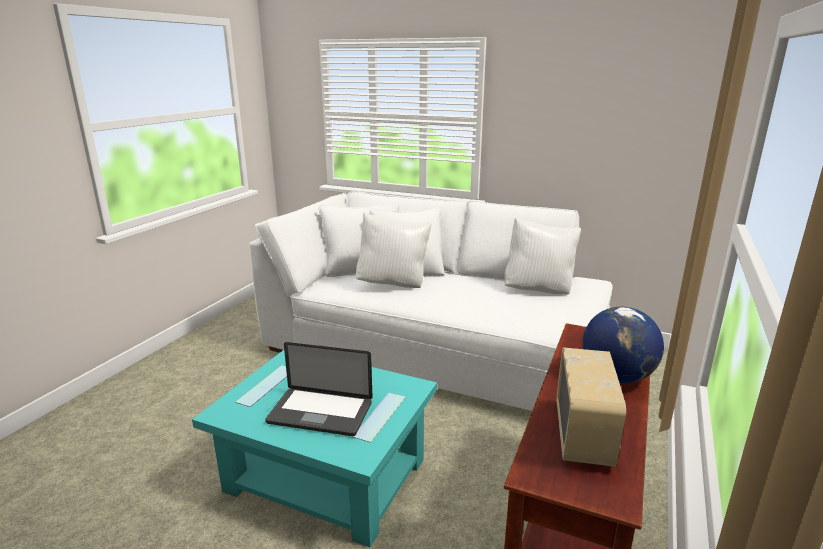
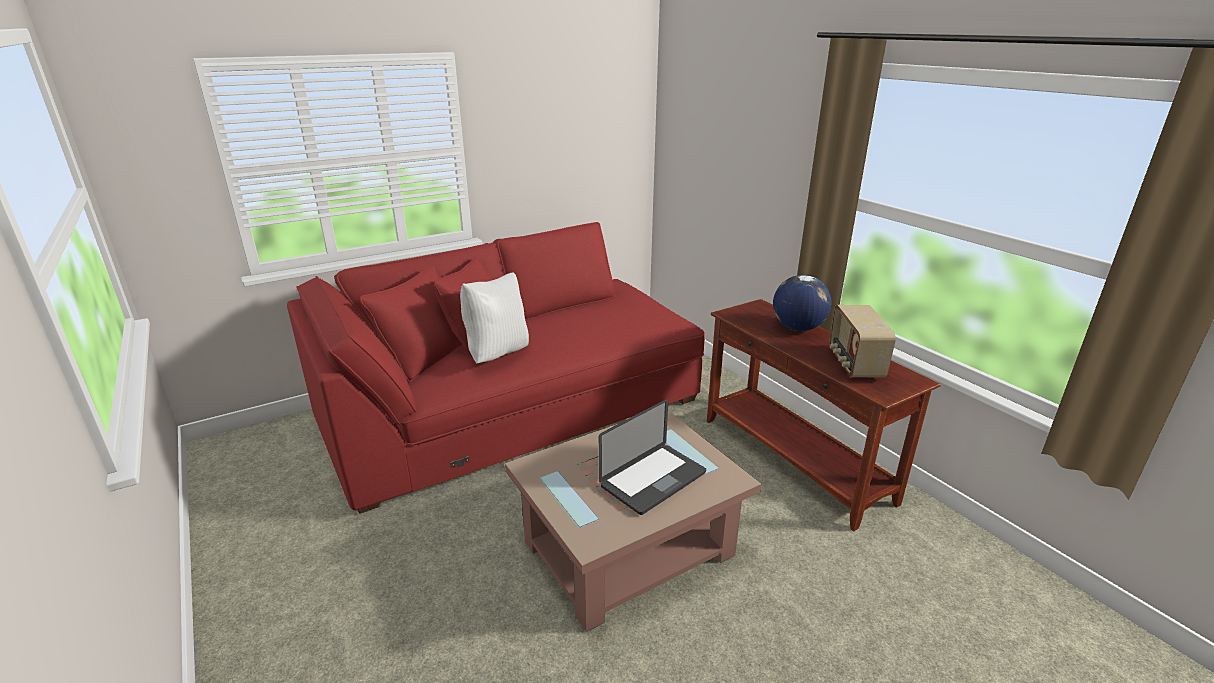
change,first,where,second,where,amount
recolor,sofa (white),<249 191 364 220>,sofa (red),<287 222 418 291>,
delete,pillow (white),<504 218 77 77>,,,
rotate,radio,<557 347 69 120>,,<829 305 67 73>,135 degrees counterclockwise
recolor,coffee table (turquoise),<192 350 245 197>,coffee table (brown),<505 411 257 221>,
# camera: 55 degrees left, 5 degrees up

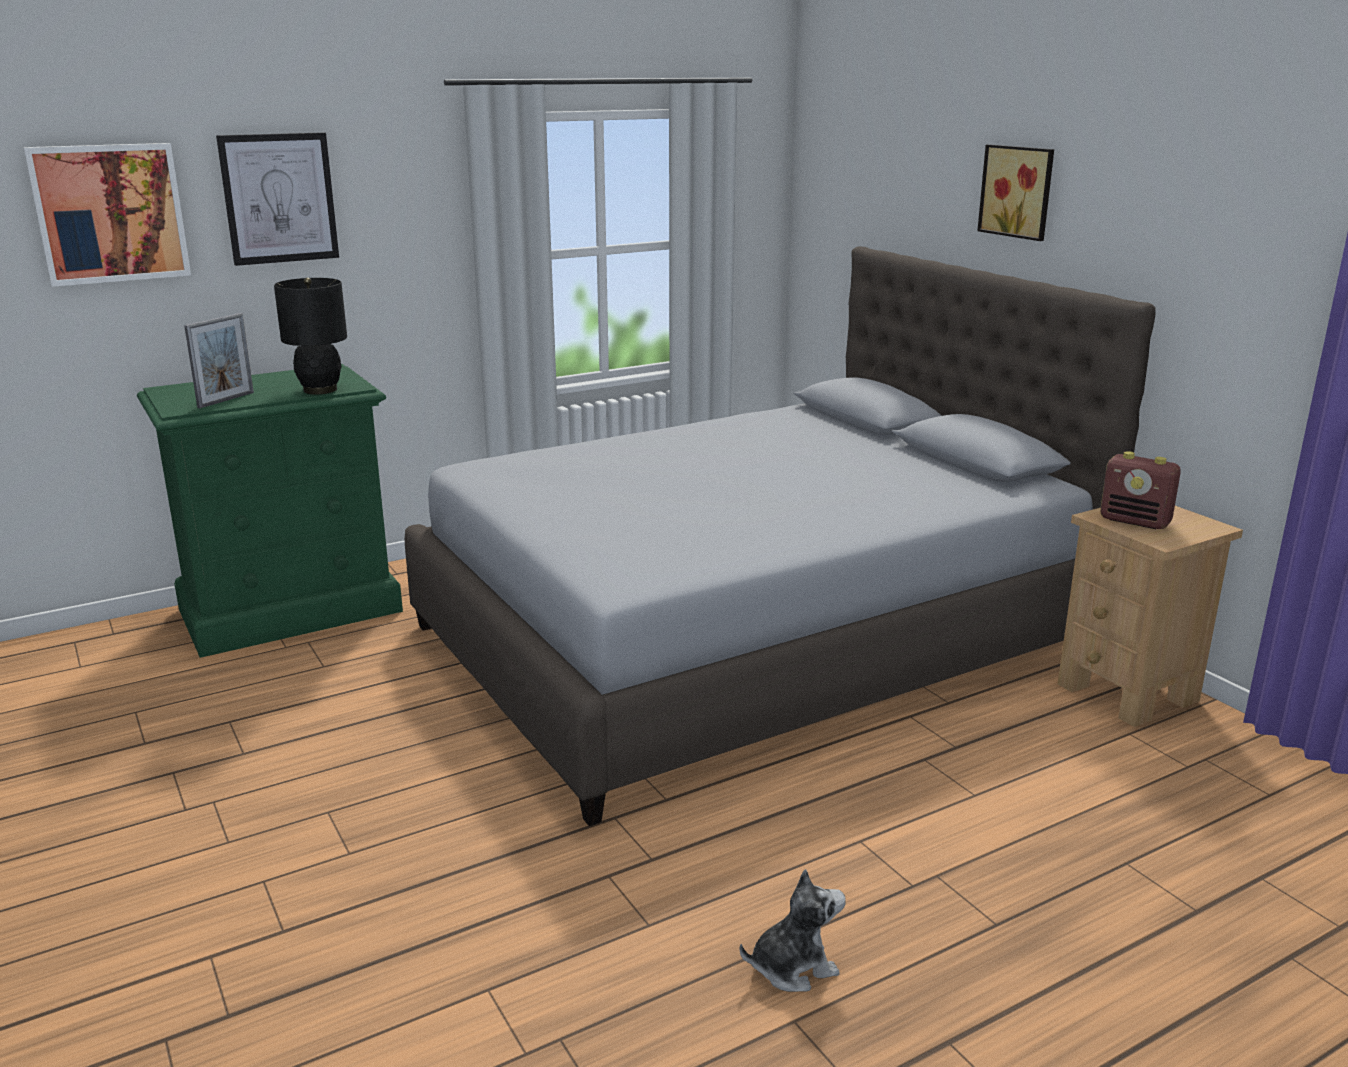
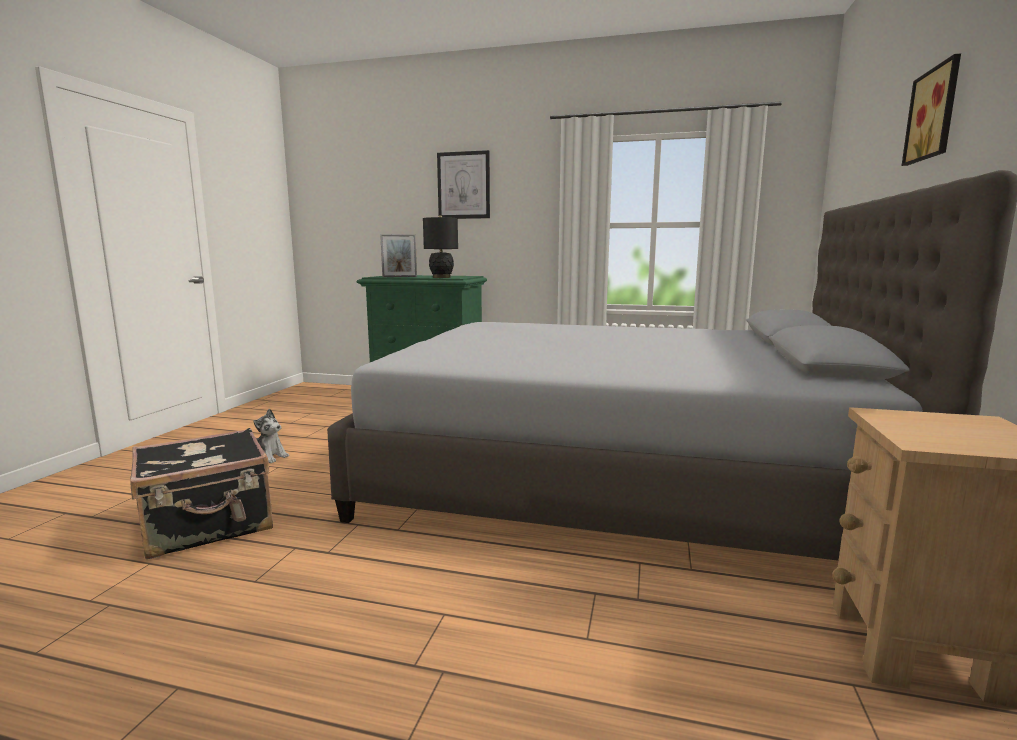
change,first,where,second,where,amount
delete,picture,<24 143 167 144>,,,
delete,radio,<1100 451 81 78>,,,
move,plush toy,<740 869 106 123>,,<254 409 35 54>,
insert,,,suitcase (black),<130 428 143 131>,
# camera: 45 degrees right, 10 degrees down

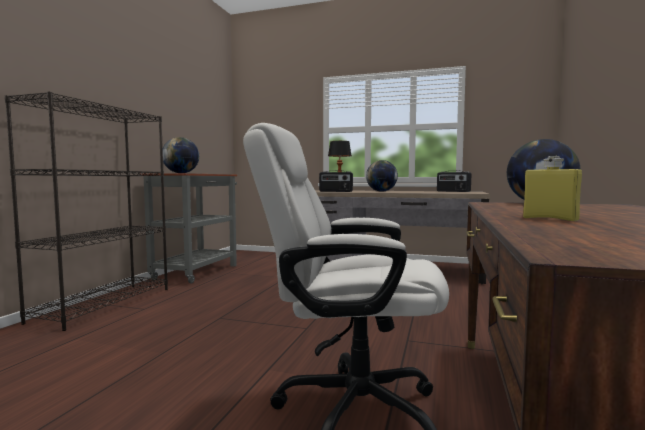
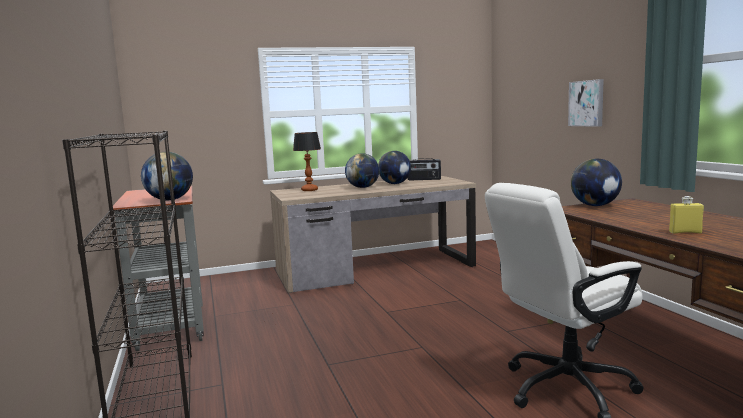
change,first,where,second,where,amount
delete,radio,<319 171 34 21>,,,
insert,,,picture,<568 79 36 48>,
insert,,,globe,<378 151 33 33>,
# camera: 35 degrees left, 5 degrees up

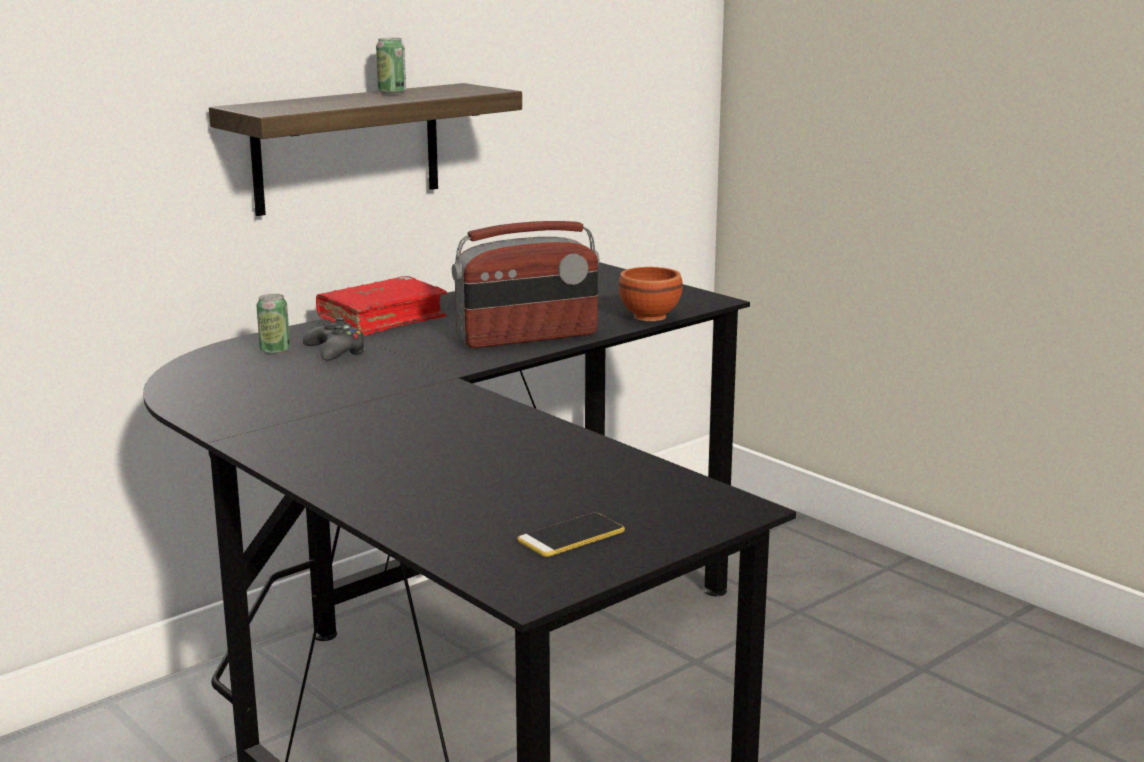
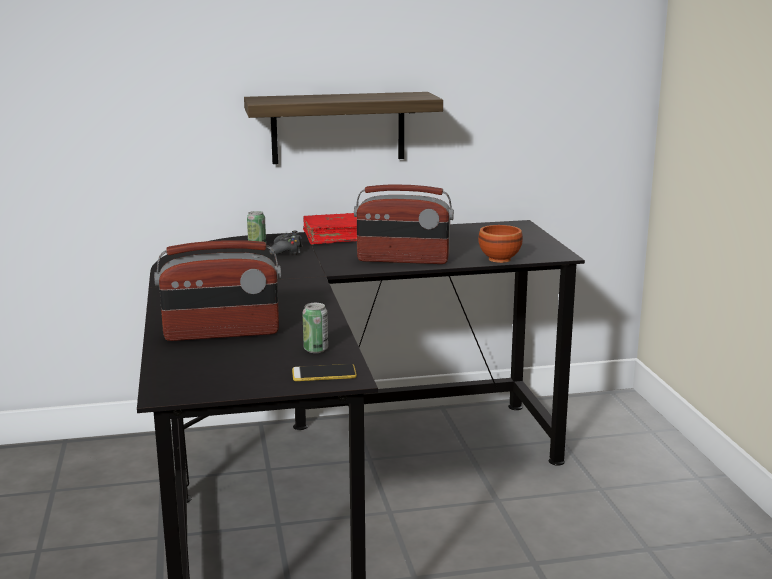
change,first,where,second,where,amount
move,can,<376 38 30 56>,,<303 303 25 50>,
move,phone,<517 512 108 45>,,<292 364 65 17>,
insert,,,radio,<154 240 127 101>,
# camera: 30 degrees right, 0 degrees up

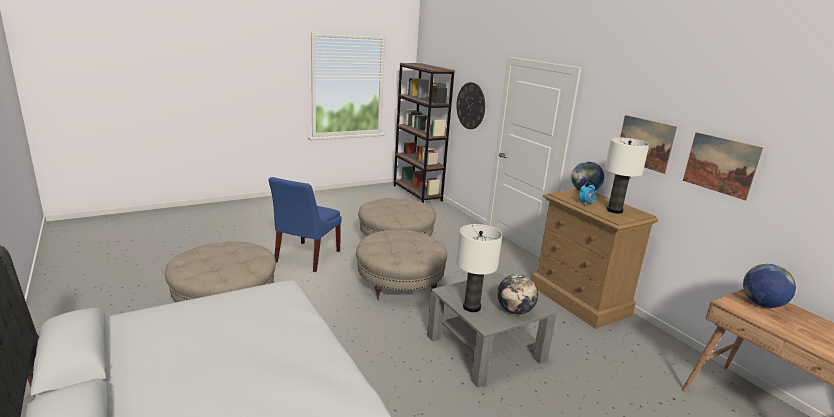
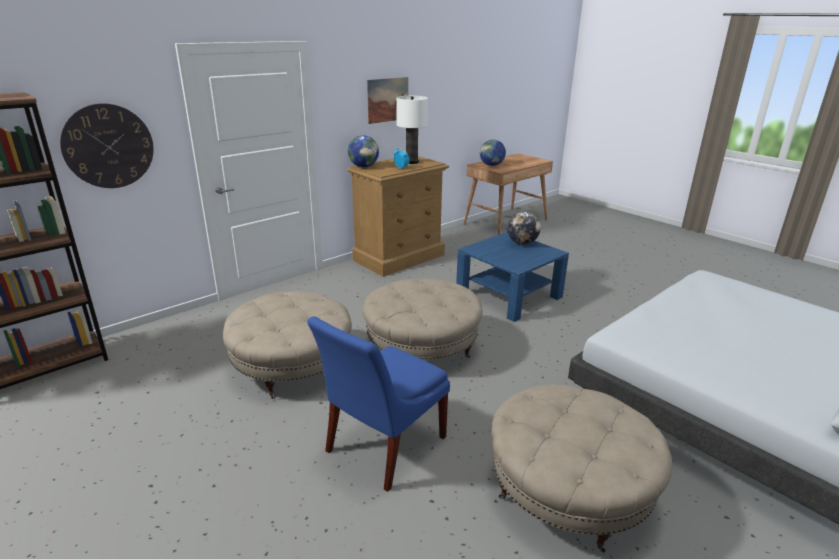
change,first,where,second,where,amount
delete,picture,<683 132 80 69>,,,
rotate,chair (blue),<268 177 74 95>,,<307 316 143 176>,120 degrees clockwise
delete,table lamp (white),<456 224 46 88>,,,
recolor,coffee table (grey),<427 273 130 115>,coffee table (blue),<456 232 113 90>,
# camera: 100 degrees left, 5 degrees up

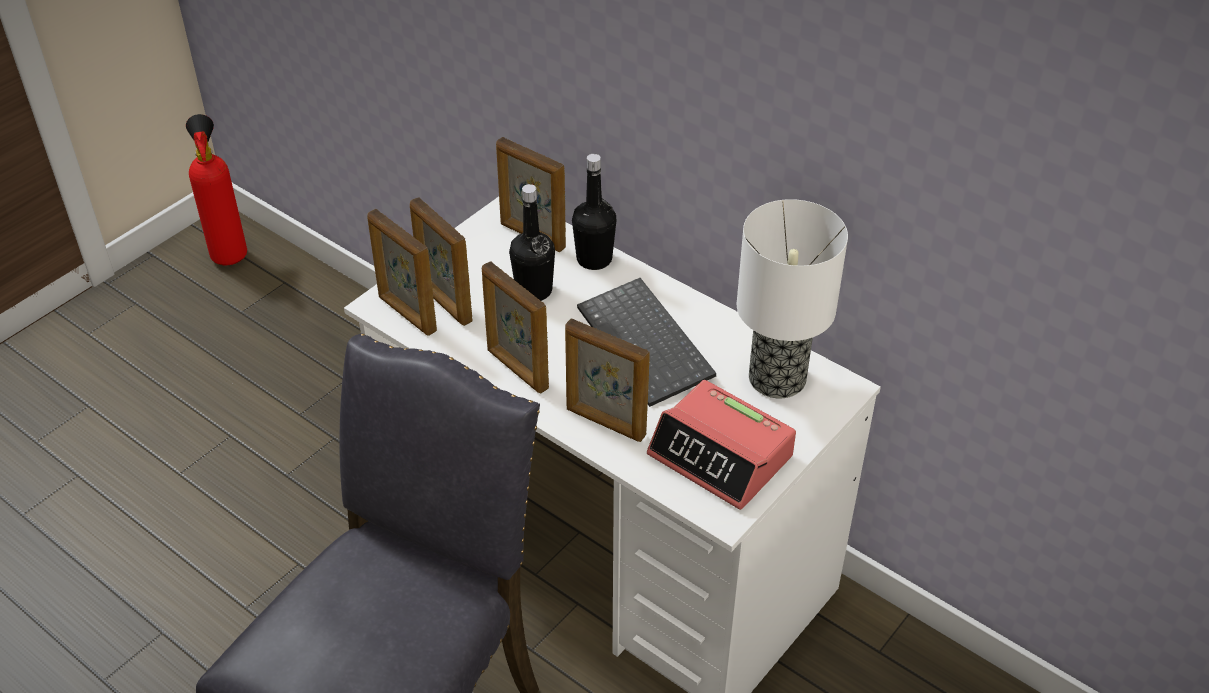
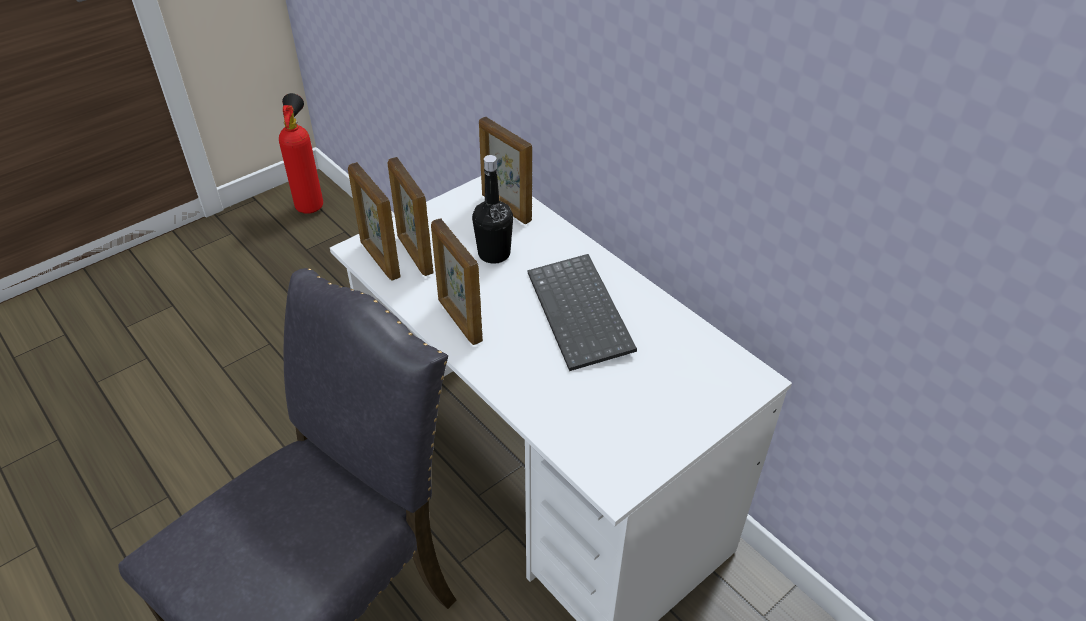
change,first,where,second,where,amount
delete,bottle (black),<572 154 44 116>,,,
delete,table lamp,<737 199 111 199>,,,
delete,picture frame,<565 318 85 124>,,,
delete,alarm clock,<647 380 149 130>,,,
# camera: 10 degrees right, 0 degrees up

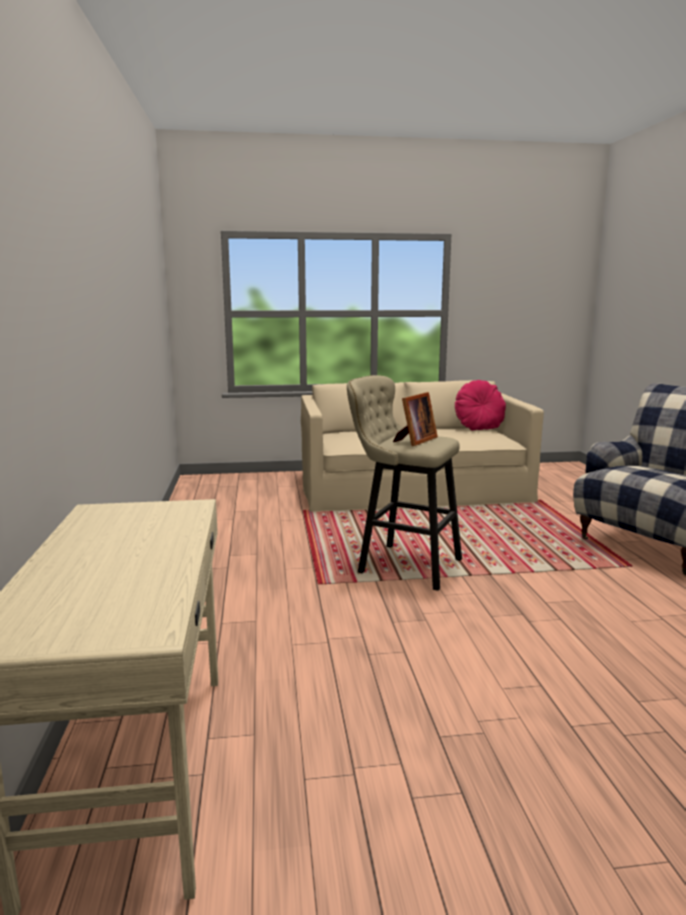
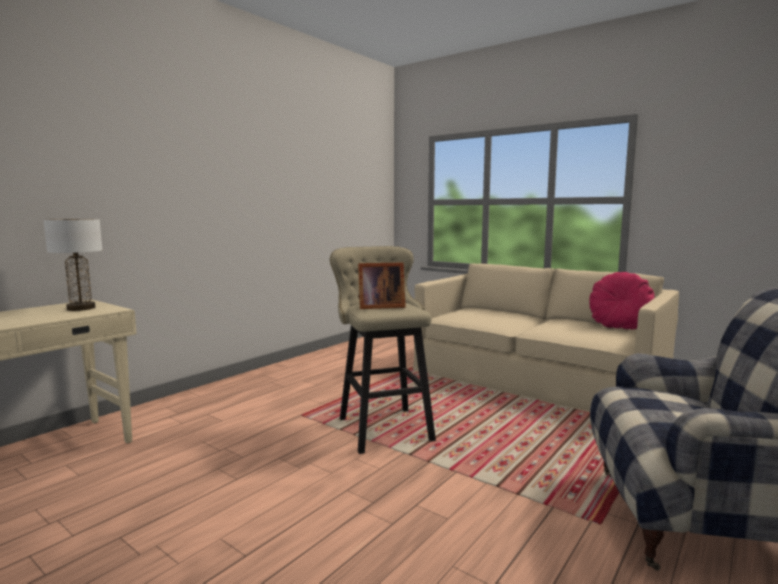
change,first,where,second,where,amount
insert,,,table lamp,<44 219 58 92>,
# camera: 45 degrees right, 5 degrees down

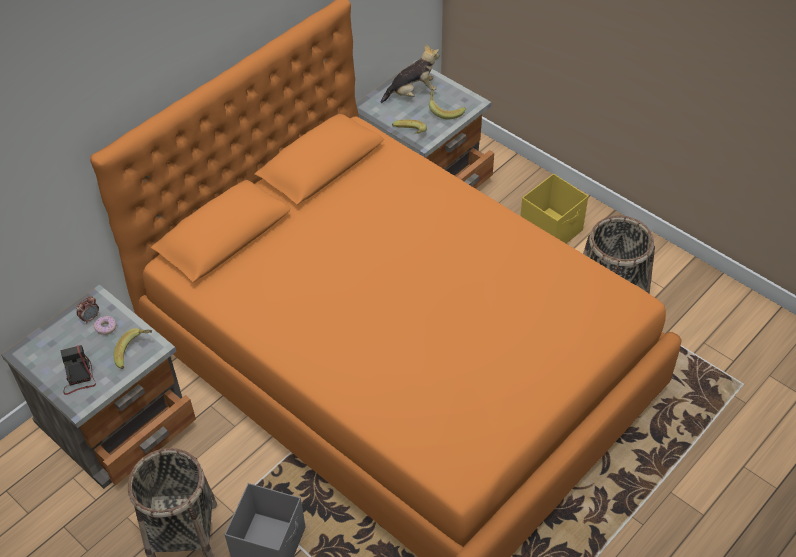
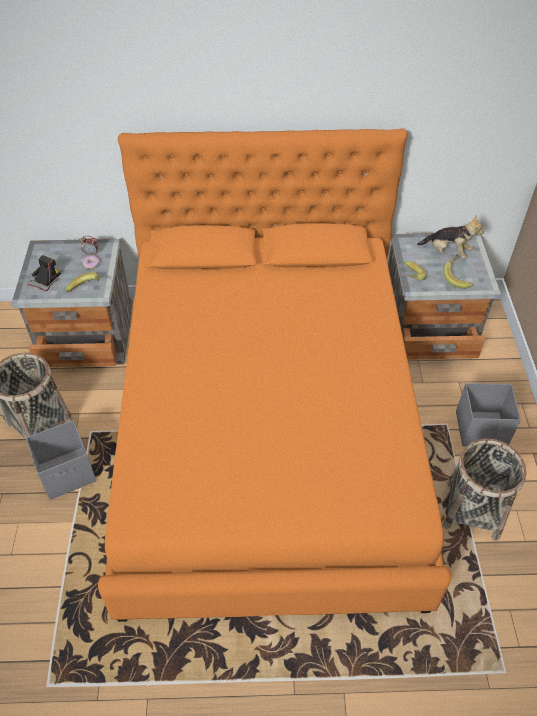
change,first,where,second,where,amount
recolor,storage box (yellow),<520 174 69 69>,storage box (grey),<456 383 65 63>,
# camera: 45 degrees right, 0 degrees up

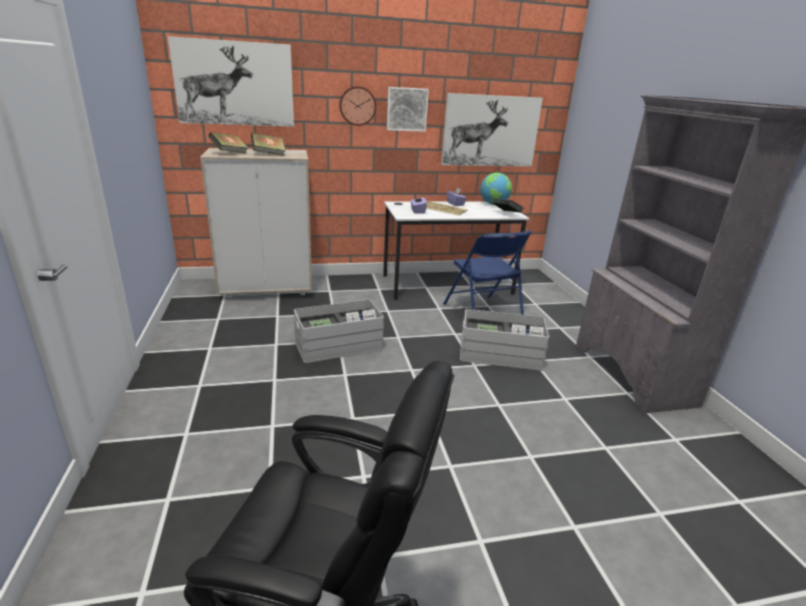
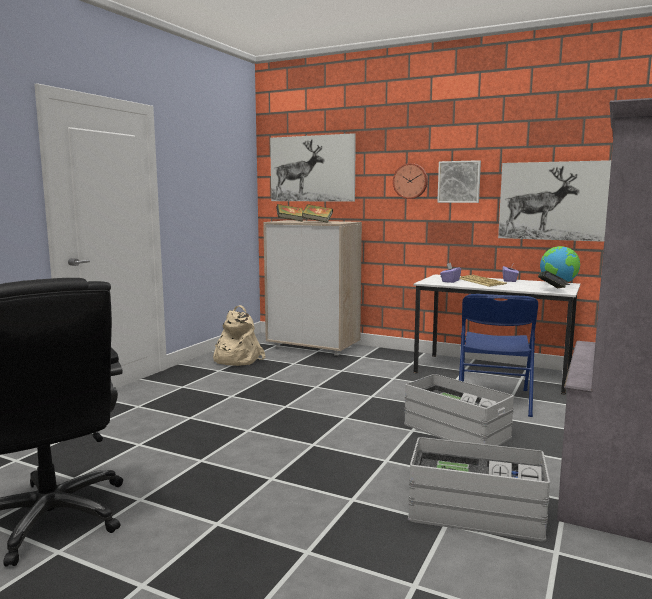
change,first,where,second,where,amount
move,storage box (grey),<294 300 90 63>,,<408 437 142 105>,
insert,,,backpack (beige),<213 305 53 61>,
# camera: 40 degrees right, 15 degrees down

